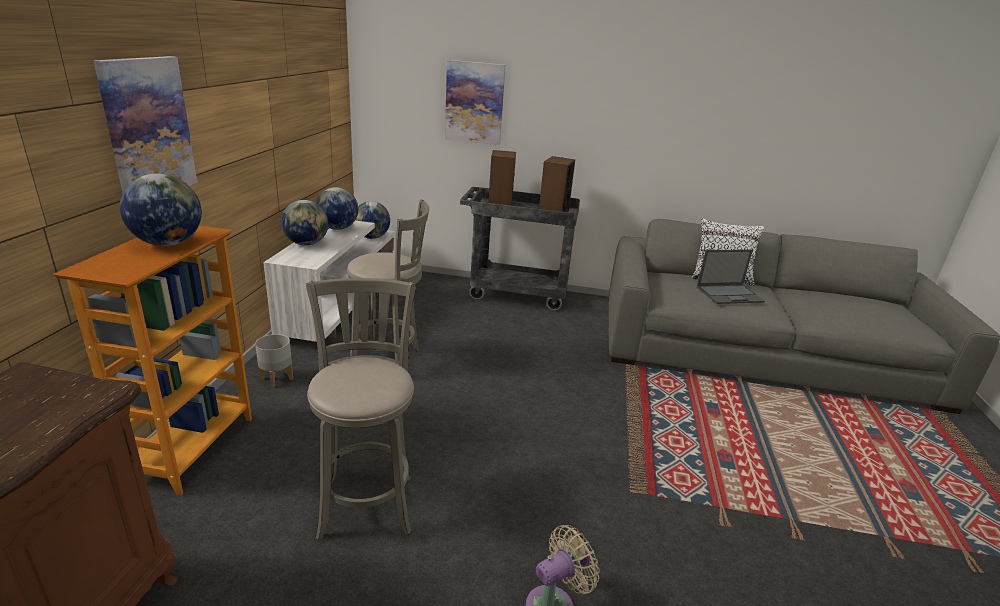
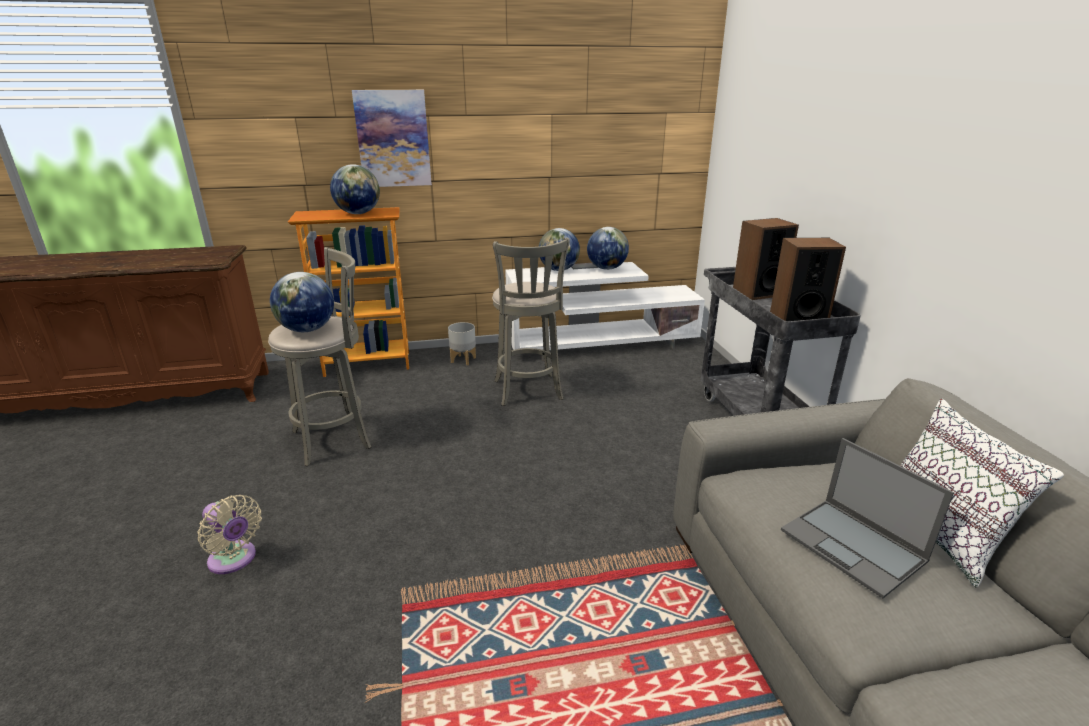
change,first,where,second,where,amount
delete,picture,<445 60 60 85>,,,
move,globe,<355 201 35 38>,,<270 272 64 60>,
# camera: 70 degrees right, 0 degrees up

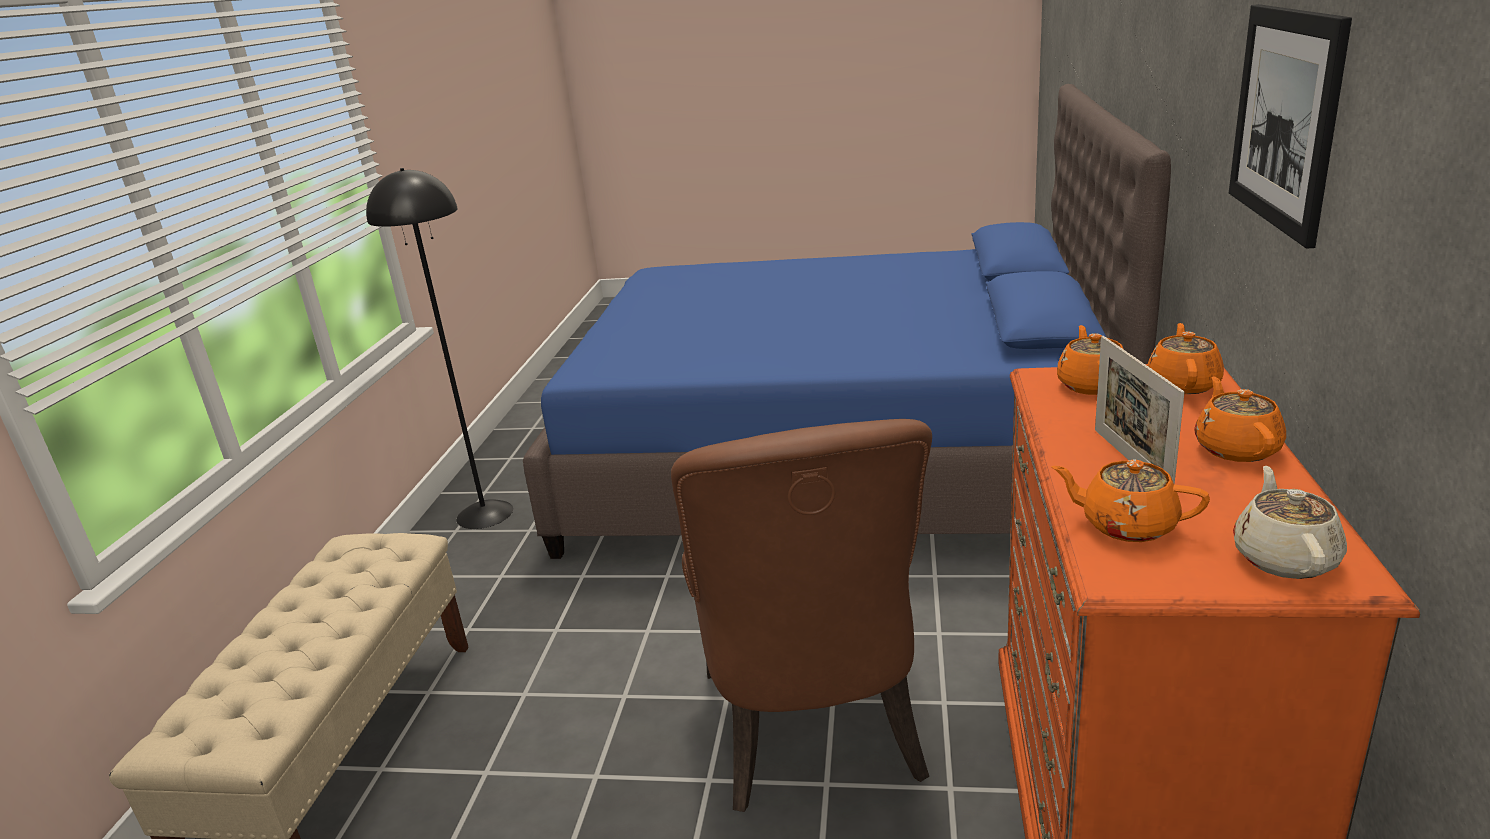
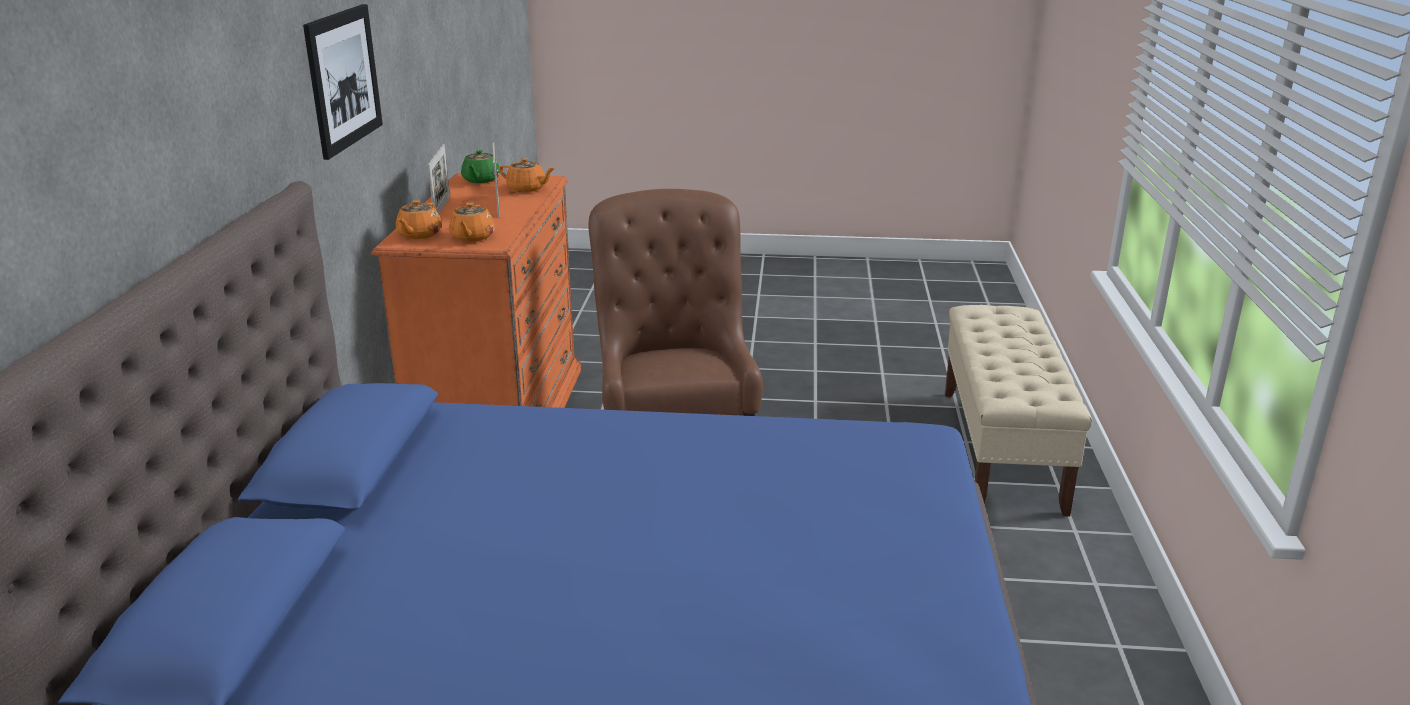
change,first,where,second,where,amount
delete,floor lamp (black),<366 168 147 361>,,,
replace,teapot (orange),<1194 376 92 86>,picture frame,<428 144 22 70>,
recolor,teapot (beige),<1233 465 114 114>,teapot (green),<461 150 39 33>,
# camera: 175 degrees right, 0 degrees up

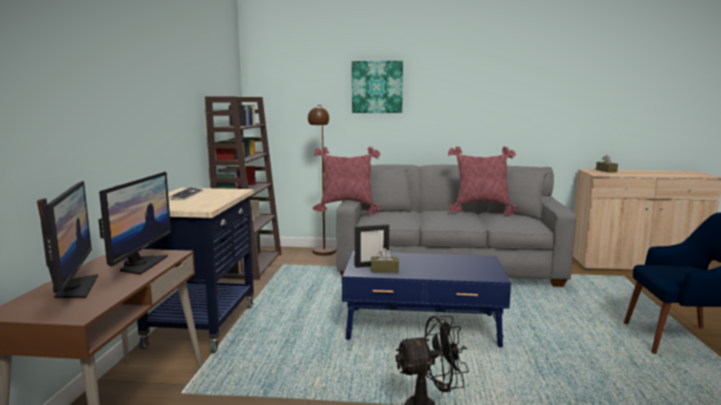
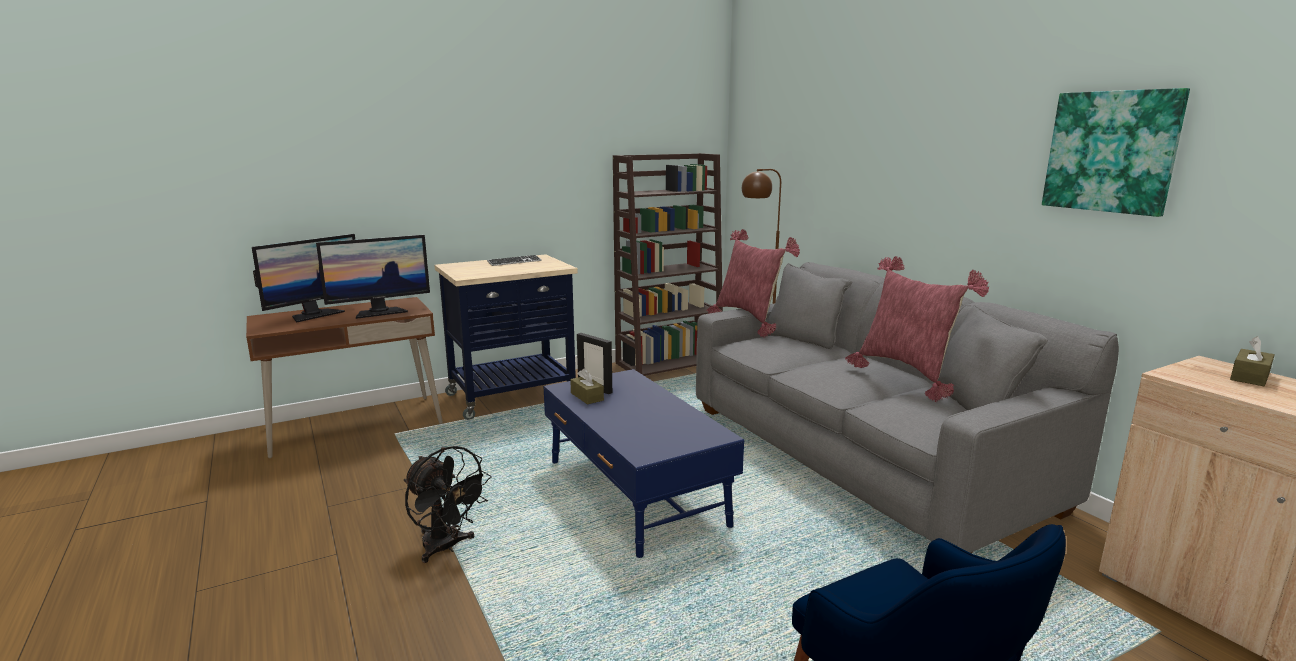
change,first,where,second,where,amount
move,picture,<352 61 51 52>,,<1042 88 148 129>,
# camera: 55 degrees right, 5 degrees up

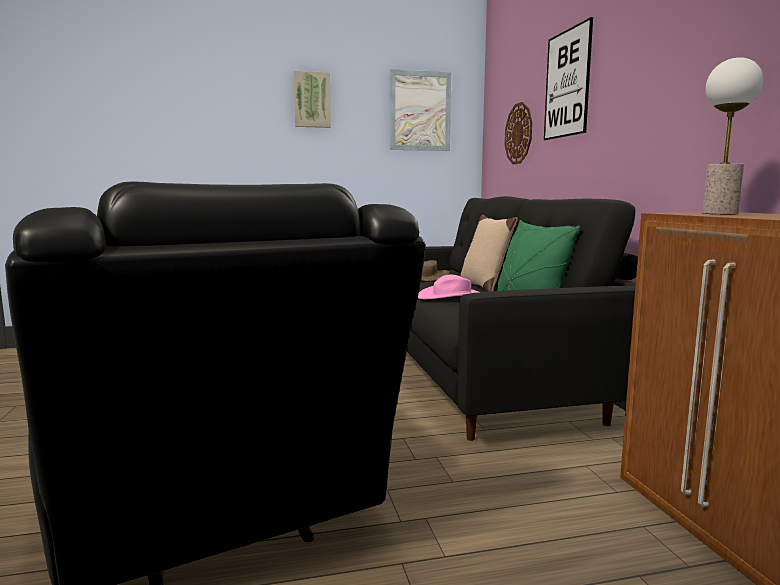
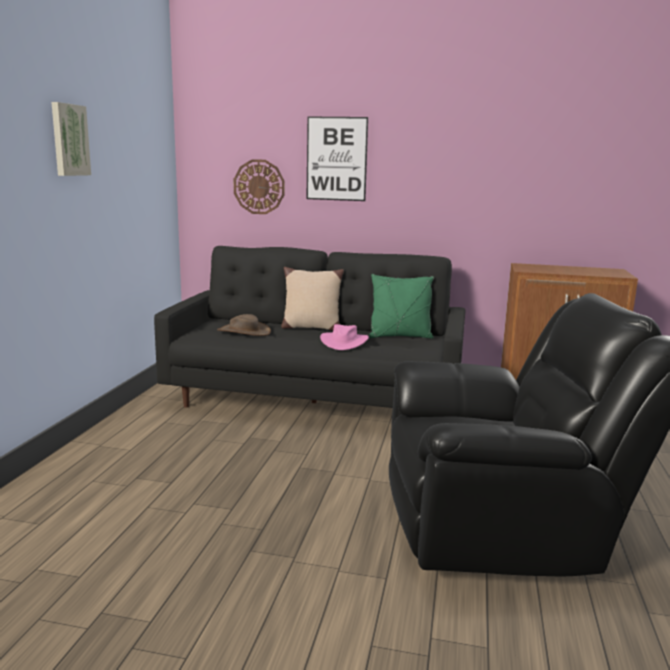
change,first,where,second,where,amount
delete,table lamp,<702 57 61 157>,,,
delete,picture,<390 69 61 82>,,,
# camera: 65 degrees left, 5 degrees up

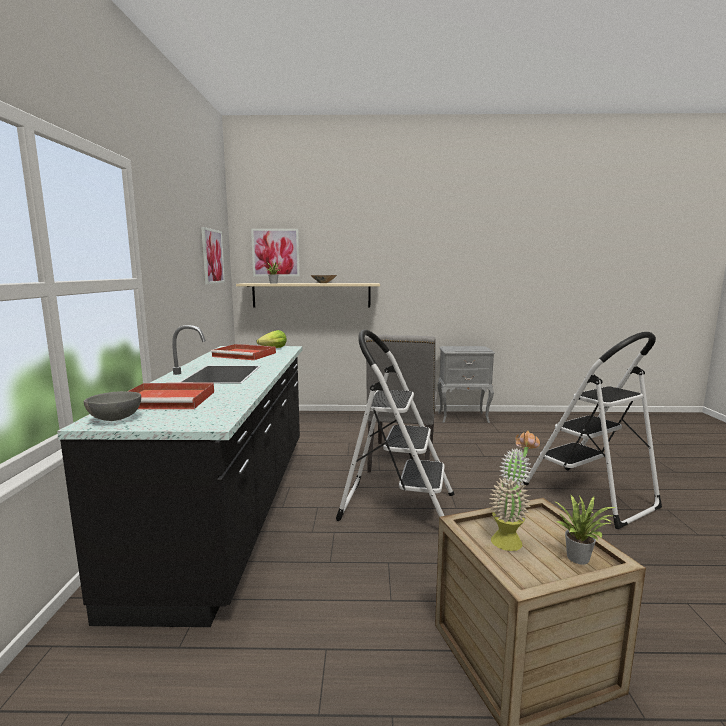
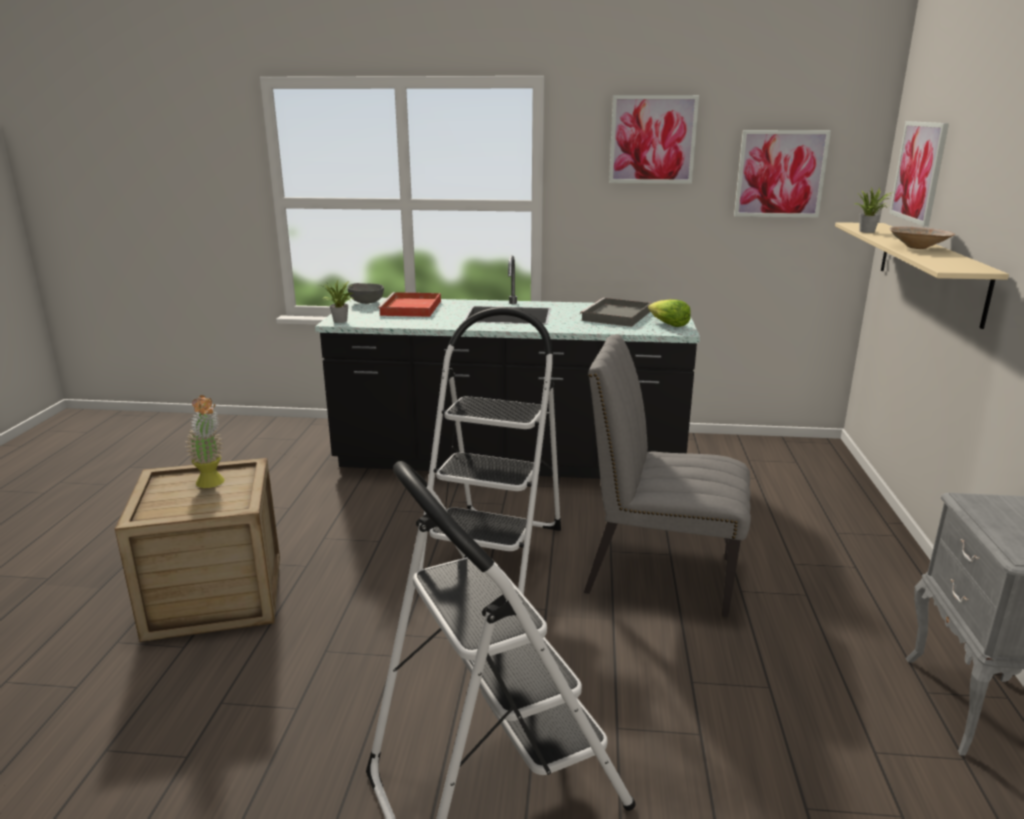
change,first,where,second,where,amount
recolor,tray (red),<211 344 65 16>,tray (grey),<580 298 71 29>,
move,potted plant,<556 495 61 70>,,<319 280 35 43>,
insert,,,picture,<609 95 90 89>,
# camera: 95 degrees right, 10 degrees up

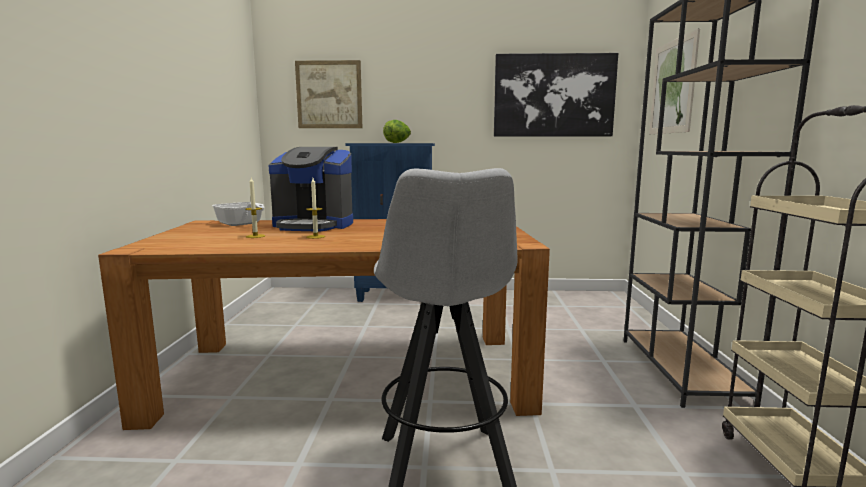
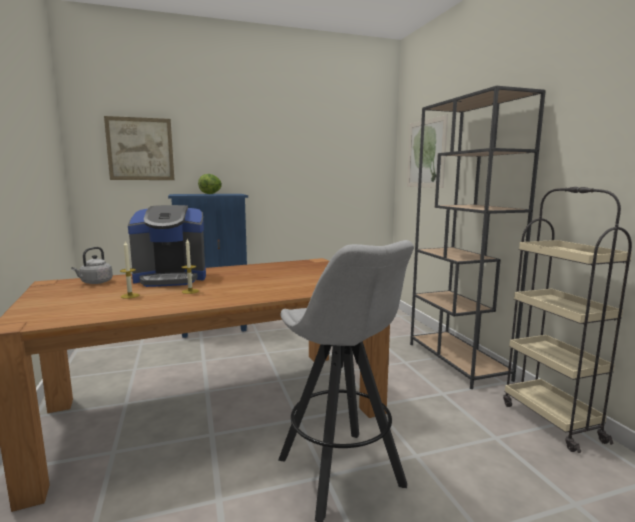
change,first,where,second,where,amount
delete,picture,<494 53 124 84>,,,
replace,frying pan,<212 202 52 24>,kettle (grey),<71 247 42 37>,
# camera: 20 degrees left, 0 degrees up

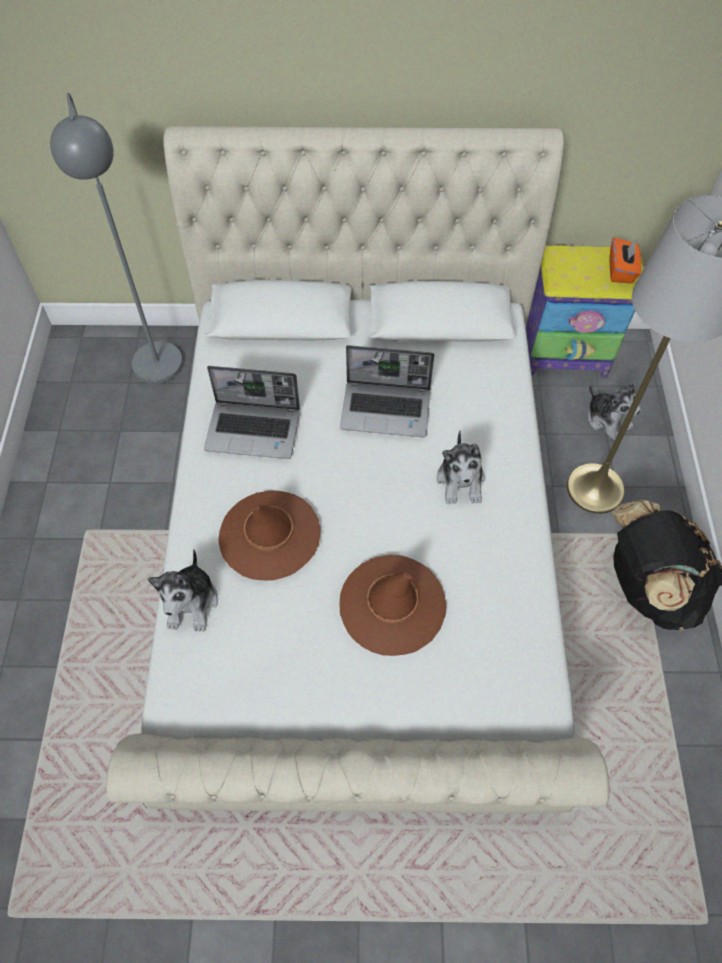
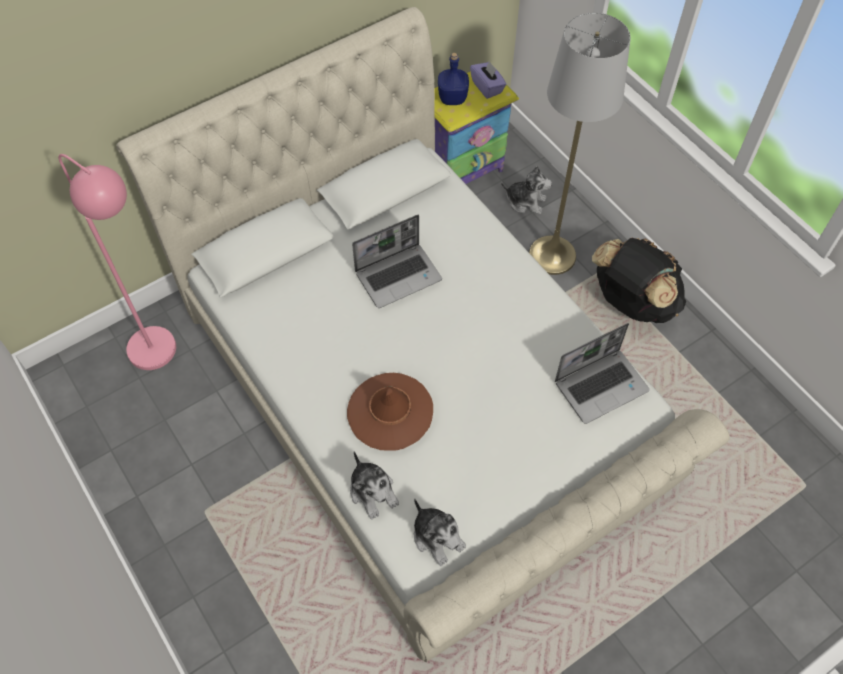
change,first,where,second,where,amount
recolor,floor lamp (grey),<50 93 133 291>,floor lamp (pink),<58 154 118 216>,
recolor,tissue box (orange),<609 237 32 46>,tissue box (purple),<470 61 36 38>,
move,laptop,<204 366 96 93>,,<555 323 95 101>,
move,plush toy,<437 431 48 73>,,<414 498 52 68>,
delete,hat (brown),<340 555 106 101>,,,
insert,,,bottle (blue),<438 53 31 52>,
# camera: 35 degrees left, 0 degrees up

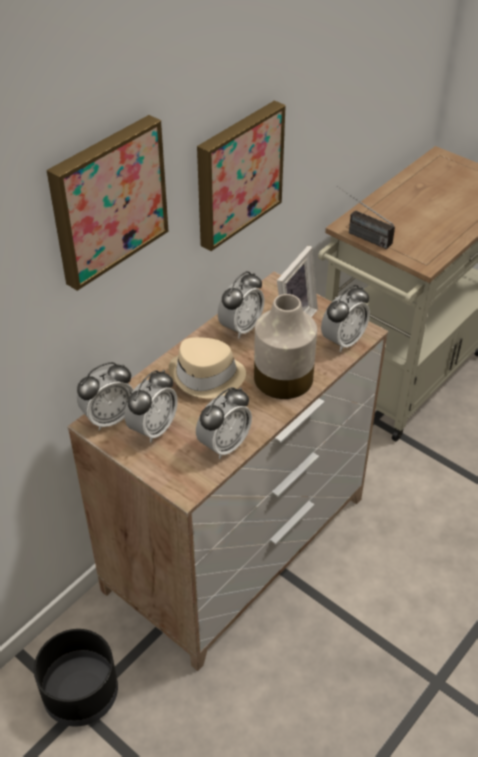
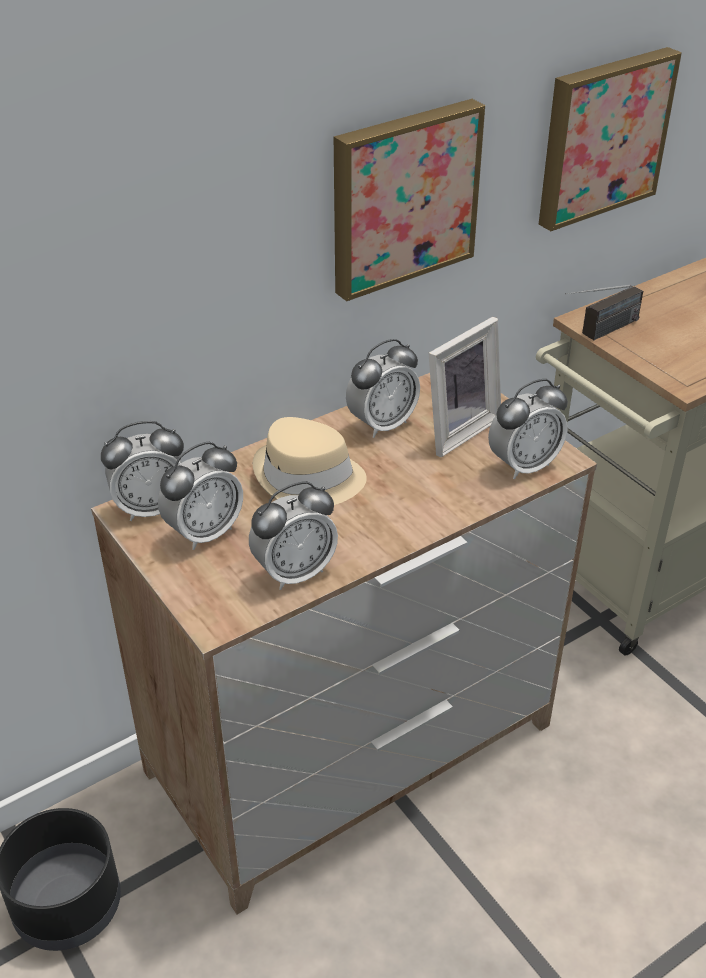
change,first,where,second,where,amount
move,picture,<47 115 122 176>,,<539 47 143 184>,
rotate,radio,<337 186 58 63>,,<565 284 78 56>,90 degrees counterclockwise
delete,vase (beige),<254 294 63 105>,,,
# camera: 15 degrees right, 5 degrees down

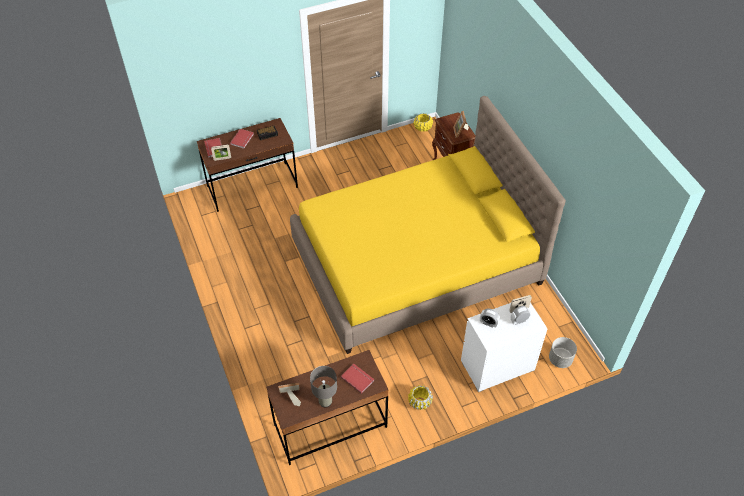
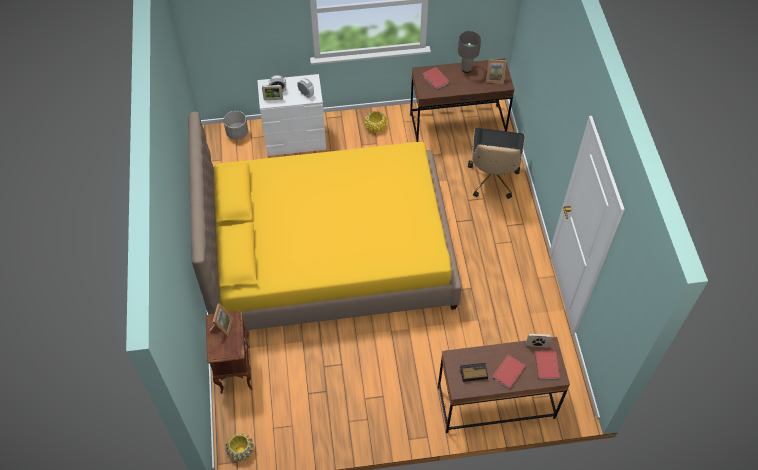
change,first,where,second,where,amount
insert,,,office chair (black),<468 128 57 71>,
# camera: 165 degrees left, 5 degrees up

